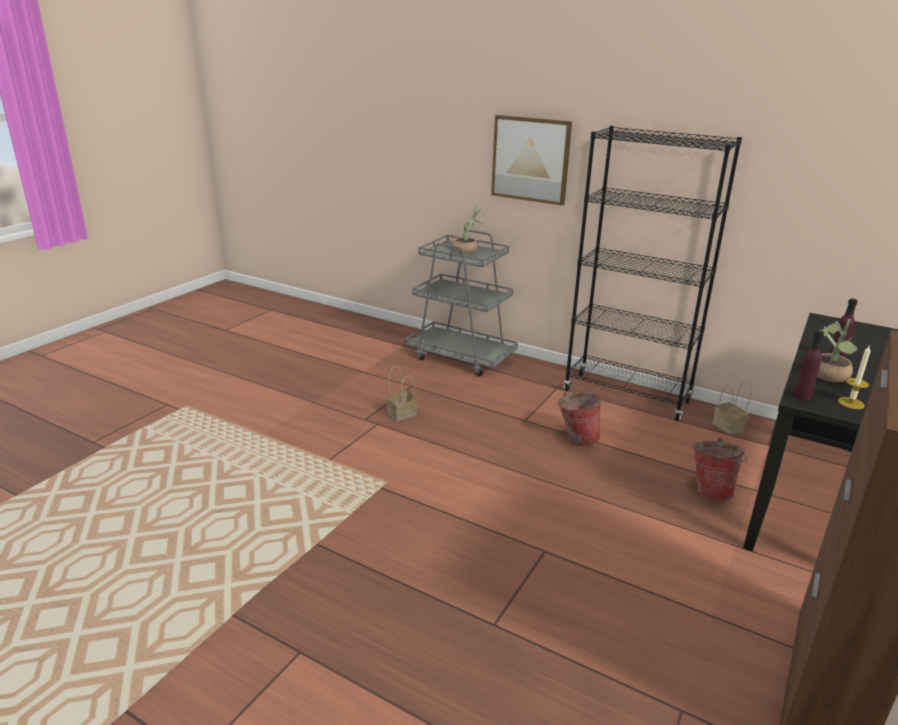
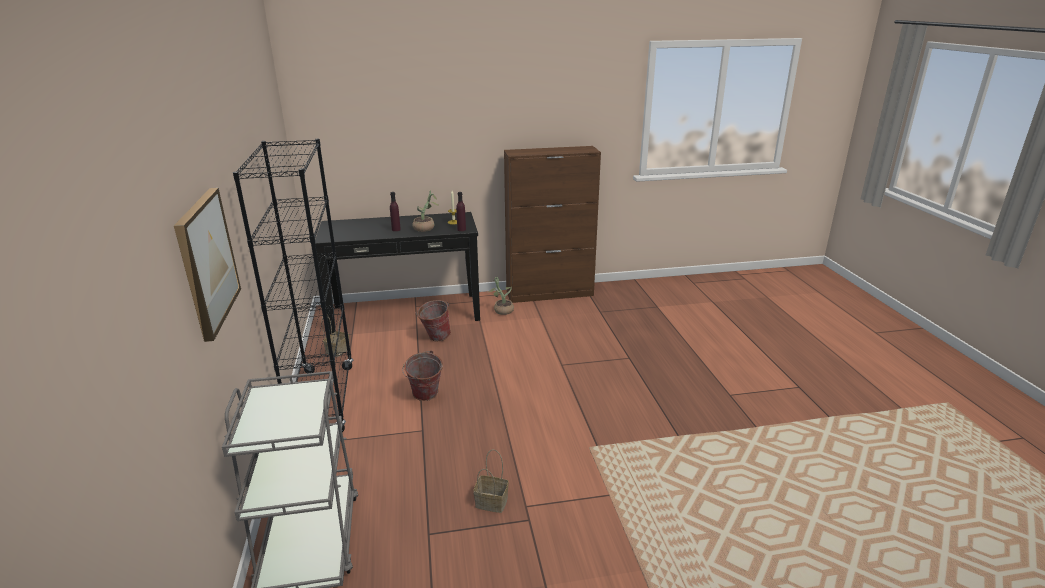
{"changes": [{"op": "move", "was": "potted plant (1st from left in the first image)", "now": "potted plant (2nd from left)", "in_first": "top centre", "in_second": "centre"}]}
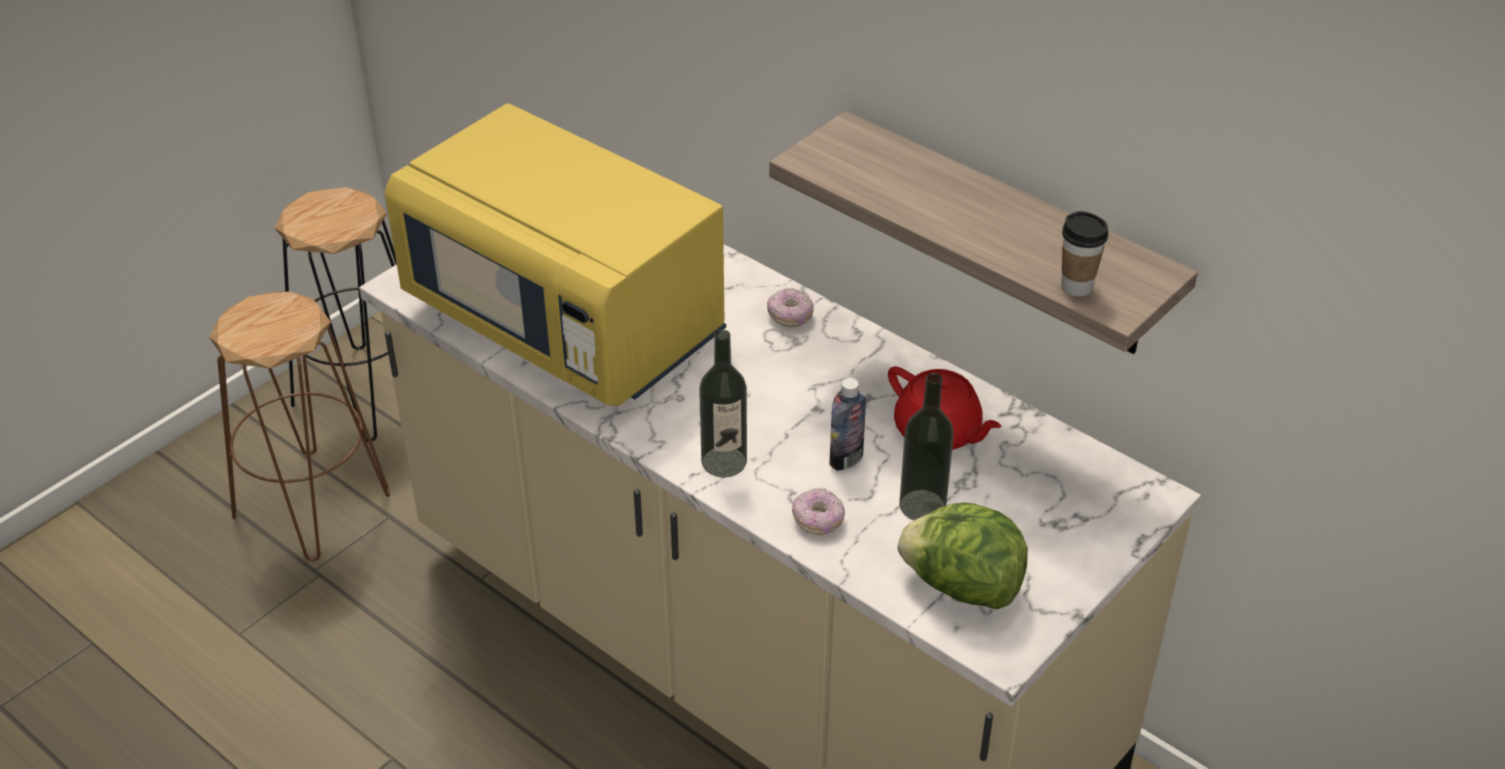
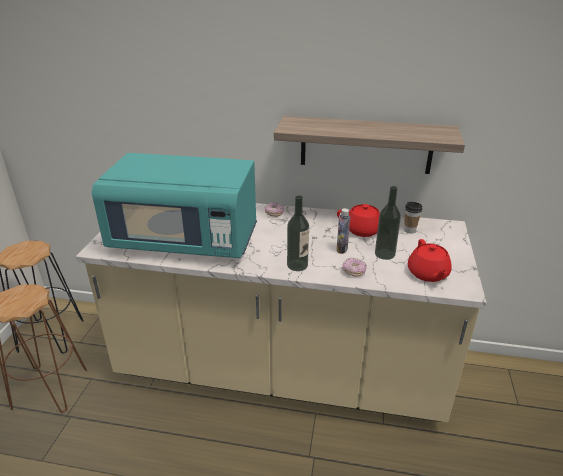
{"changes": [{"op": "recolor", "was": "yellow microwave", "now": "turquoise microwave", "in_first": "top centre", "in_second": "middle left"}, {"op": "replace", "was": "lettuce", "now": "red teapot (2nd from left)", "in_first": "bottom centre", "in_second": "middle right"}, {"op": "move", "was": "cup", "in_first": "top right", "in_second": "middle right"}]}
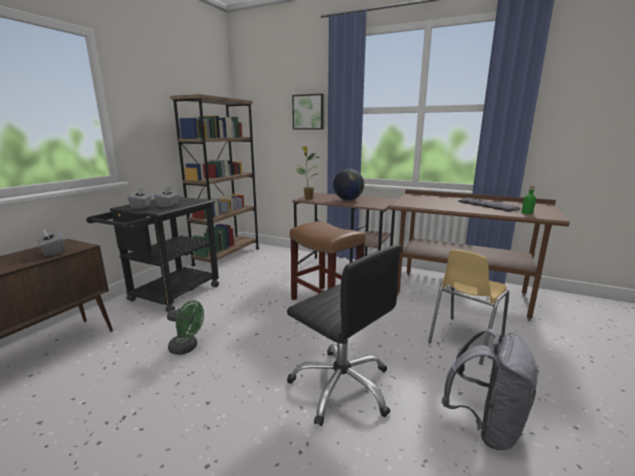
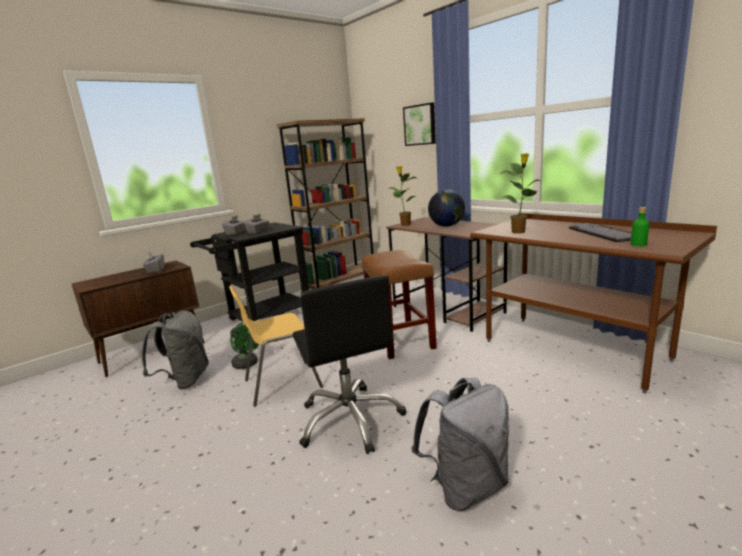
{"changes": [{"op": "move", "was": "yellow chair", "in_first": "middle right", "in_second": "centre"}, {"op": "insert", "now": "grey backpack (1st from left)", "in_second": "middle left"}, {"op": "insert", "now": "potted plant (2nd from left)", "in_second": "middle right"}]}
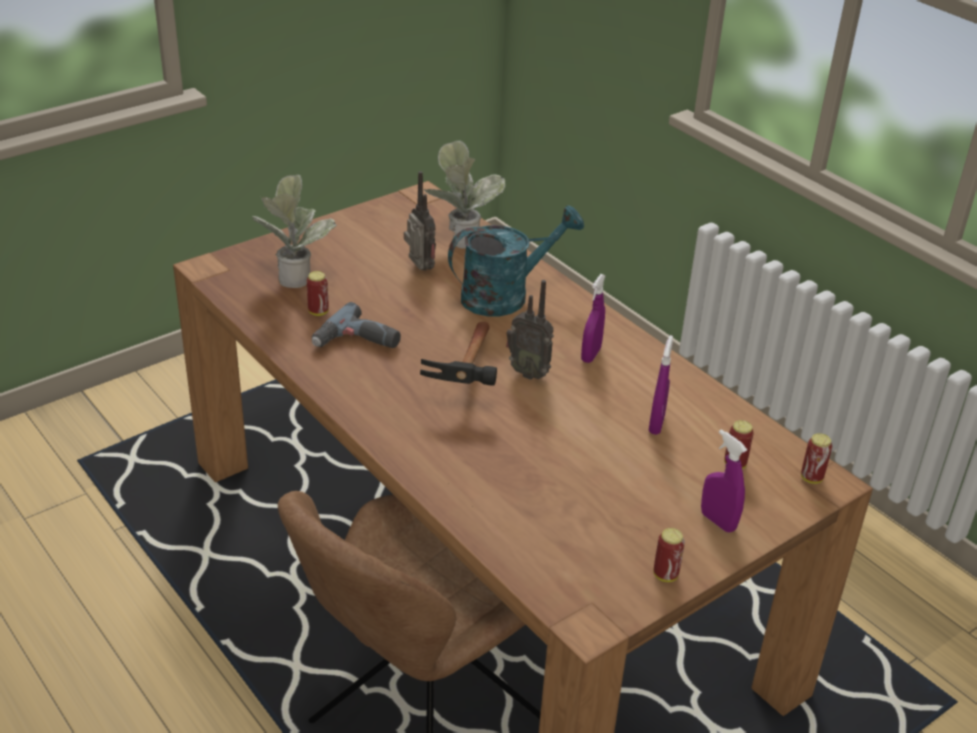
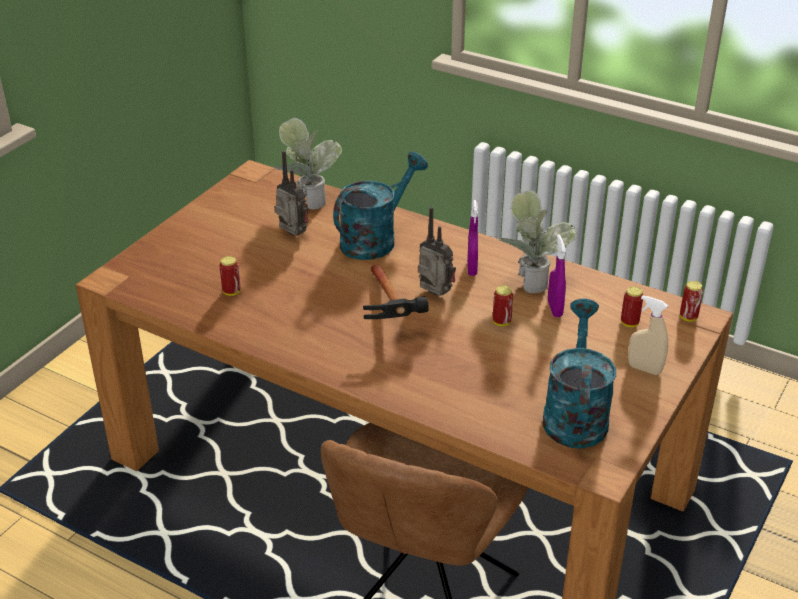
{"changes": [{"op": "move", "was": "potted plant (1st from left in the first image)", "now": "potted plant (2nd from left)", "in_first": "top left", "in_second": "middle right"}, {"op": "delete", "was": "power drill", "in_first": "centre"}, {"op": "rotate", "was": "radio (2nd from left)", "in_first": "centre", "in_second": "centre", "clockwise": -150}, {"op": "move", "was": "can (2nd from left)", "in_first": "bottom right", "in_second": "centre"}, {"op": "recolor", "was": "purple spray bottle (3rd from left)", "now": "beige spray bottle", "in_first": "middle right", "in_second": "middle right"}, {"op": "insert", "now": "turquoise watering can (2nd from left)", "in_second": "middle right"}]}
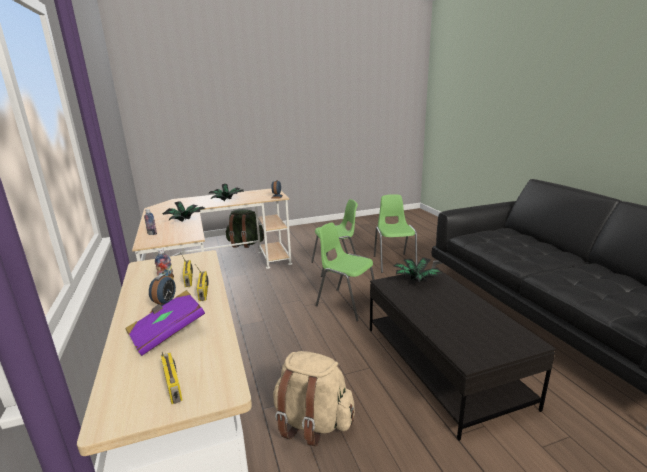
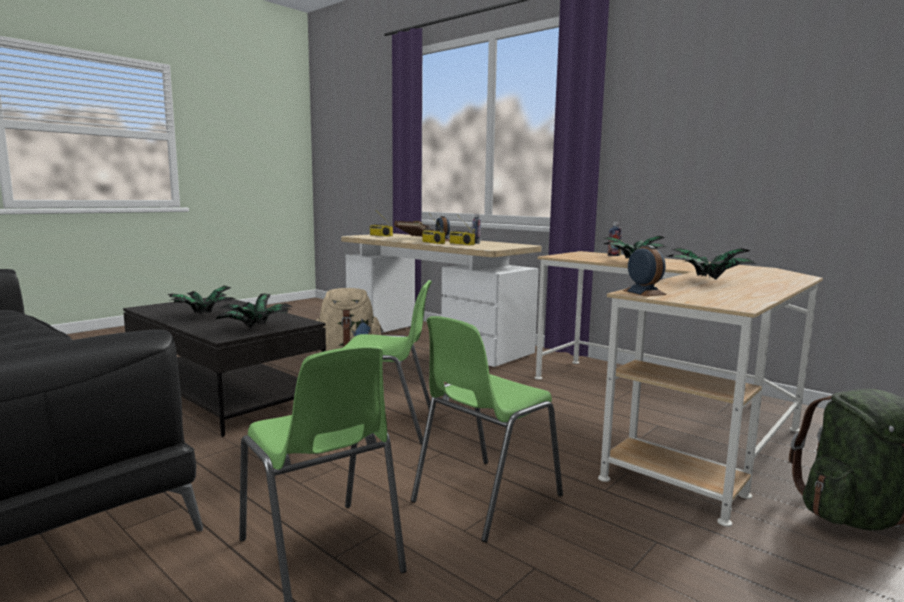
{"changes": [{"op": "recolor", "was": "purple book", "now": "brown book", "in_first": "bottom left", "in_second": "centre"}, {"op": "insert", "now": "potted plant (1st from left)", "in_second": "middle left"}]}
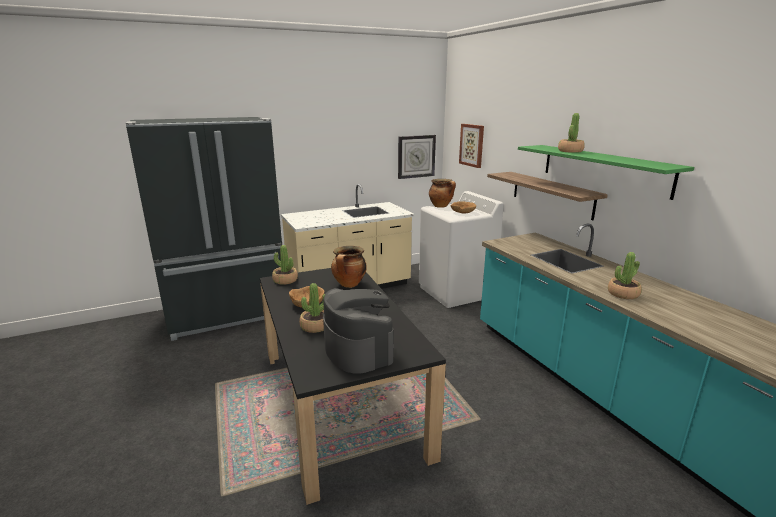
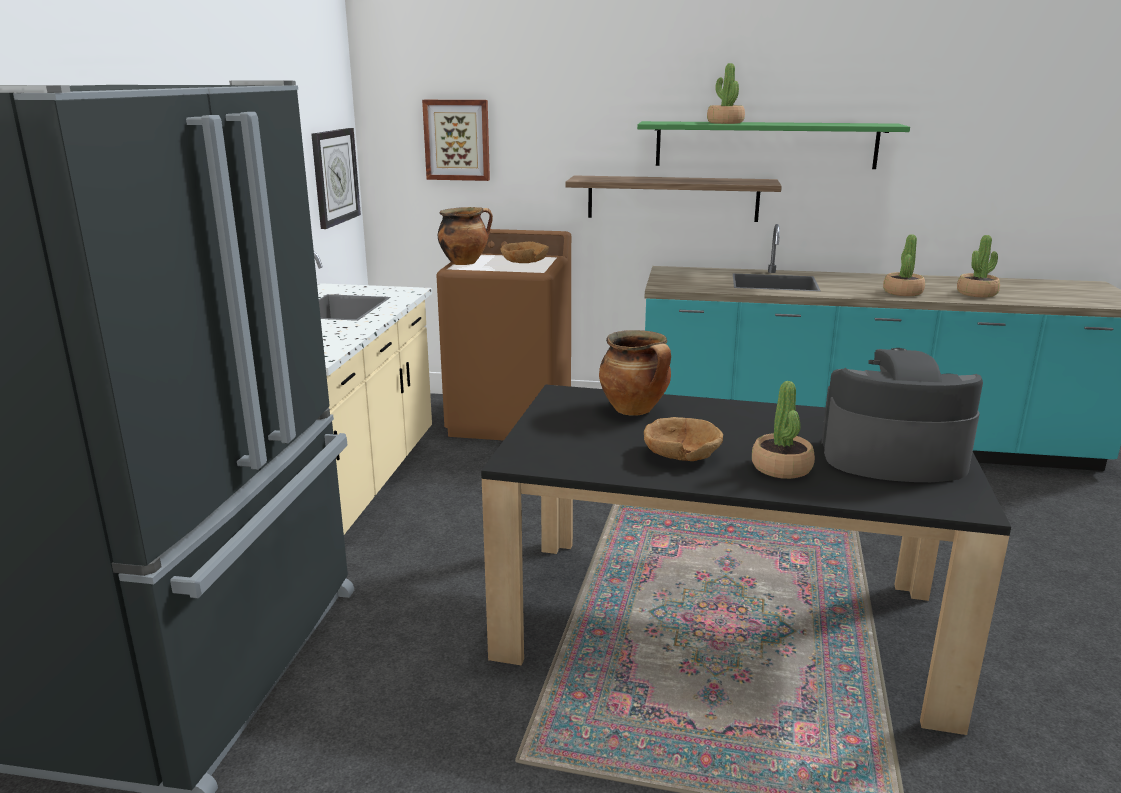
{"changes": [{"op": "move", "was": "potted plant (1st from left in the first image)", "now": "potted plant (4th from left)", "in_first": "centre", "in_second": "middle right"}, {"op": "recolor", "was": "white washing machine", "now": "brown washing machine", "in_first": "centre", "in_second": "centre"}]}
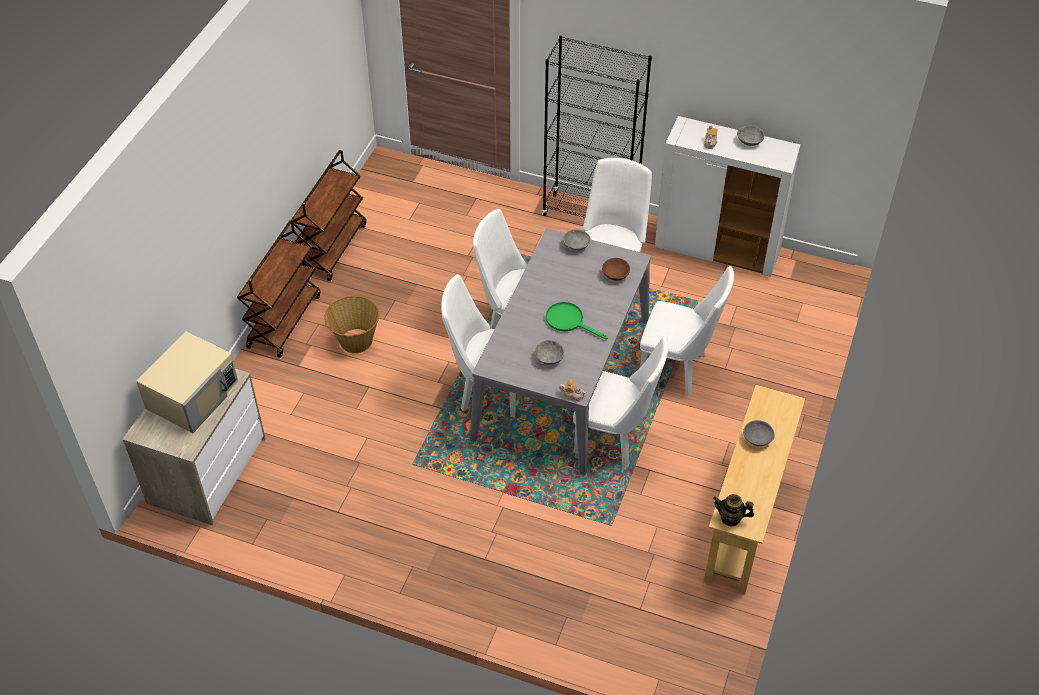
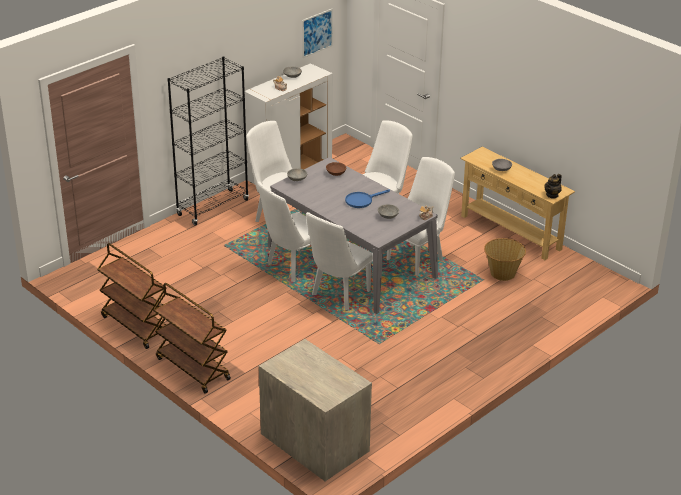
{"changes": [{"op": "delete", "was": "beige microwave", "in_first": "middle left"}, {"op": "move", "was": "basket", "in_first": "centre", "in_second": "middle right"}, {"op": "recolor", "was": "green frying pan", "now": "blue frying pan", "in_first": "centre", "in_second": "centre"}, {"op": "insert", "now": "picture", "in_second": "top centre"}]}
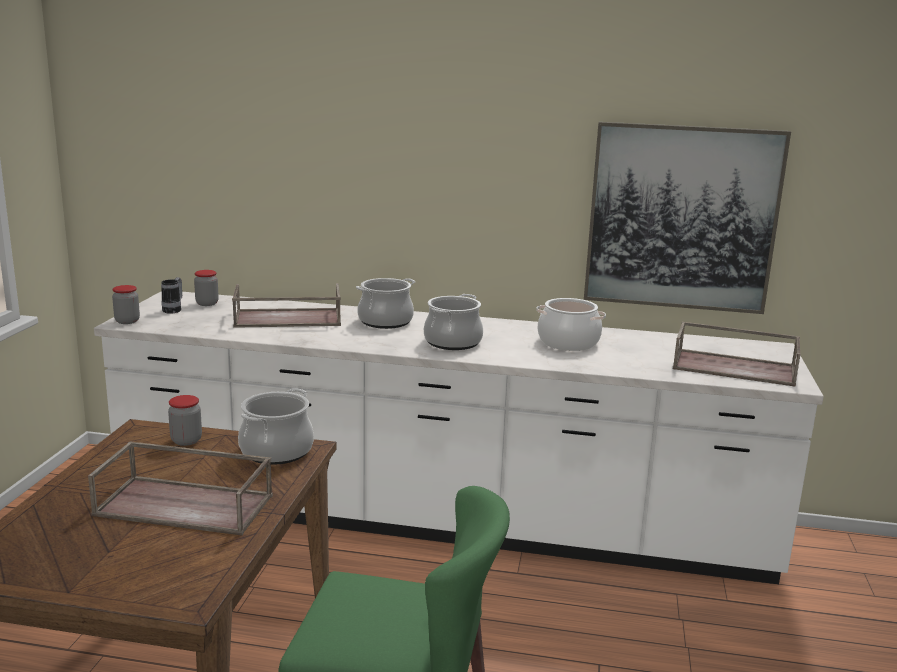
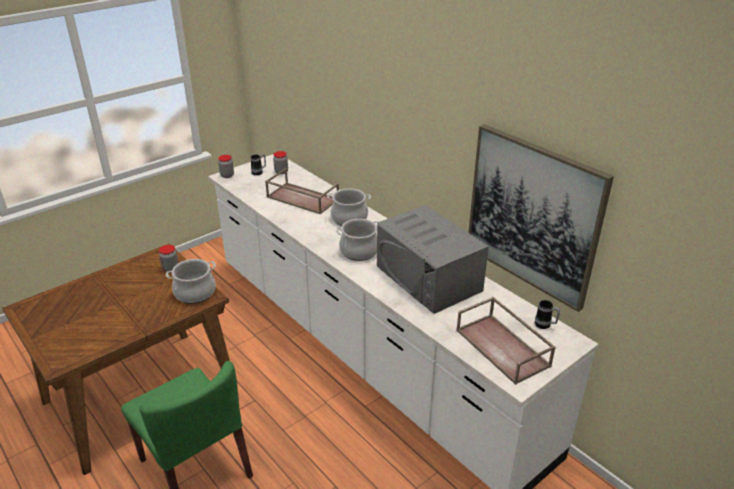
{"changes": [{"op": "delete", "was": "brown tray (1st from left)", "in_first": "bottom left"}, {"op": "replace", "was": "cooking pot (4th from left)", "now": "grey microwave", "in_first": "centre", "in_second": "centre"}, {"op": "insert", "now": "mug (2nd from left)", "in_second": "middle right"}]}
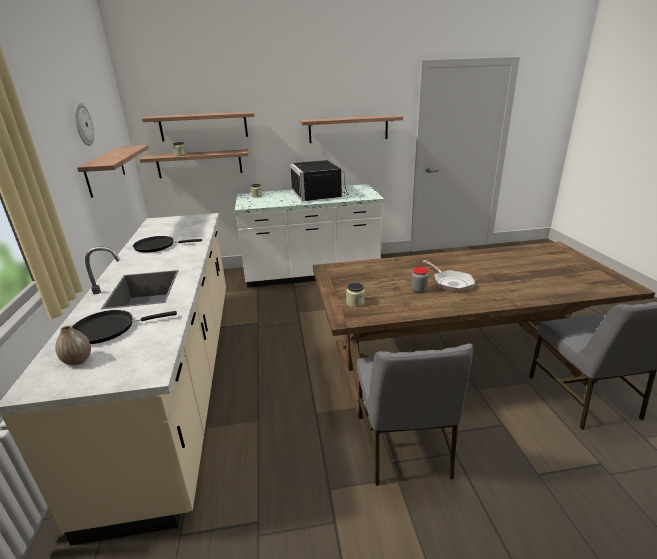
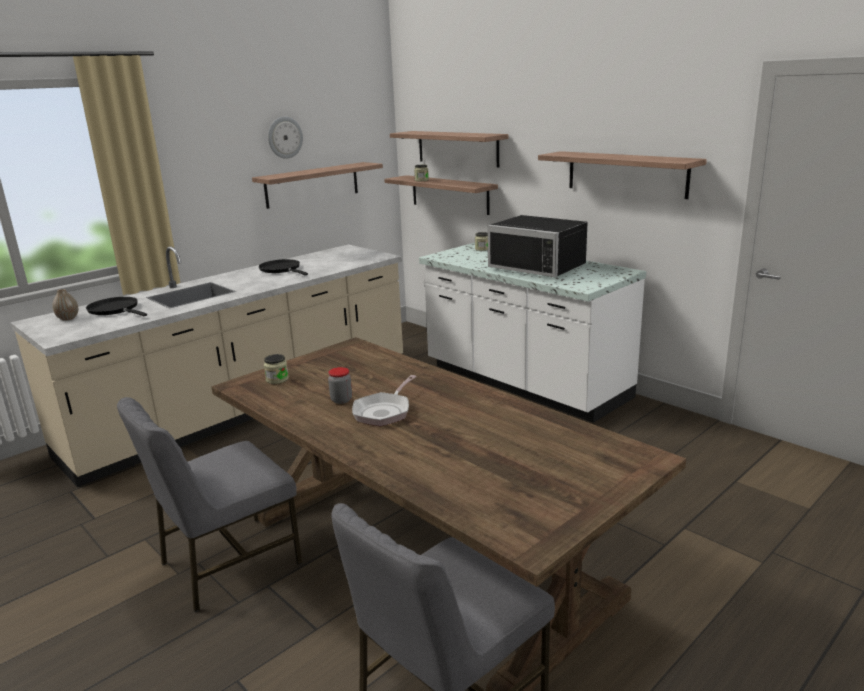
{"changes": [{"op": "rotate", "was": "black microwave", "in_first": "top centre", "in_second": "centre", "clockwise": -90}]}
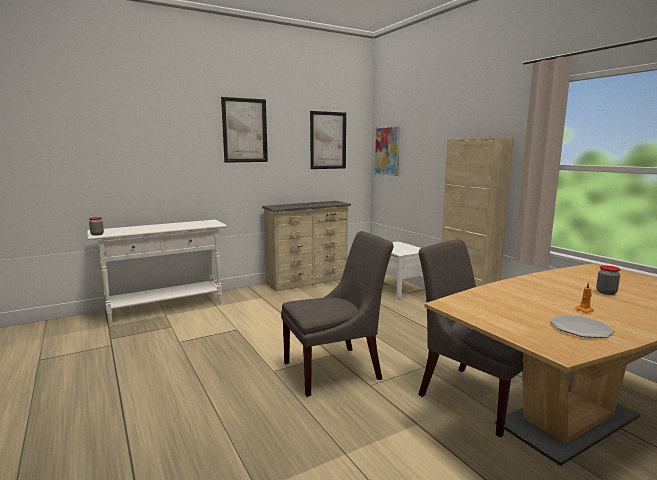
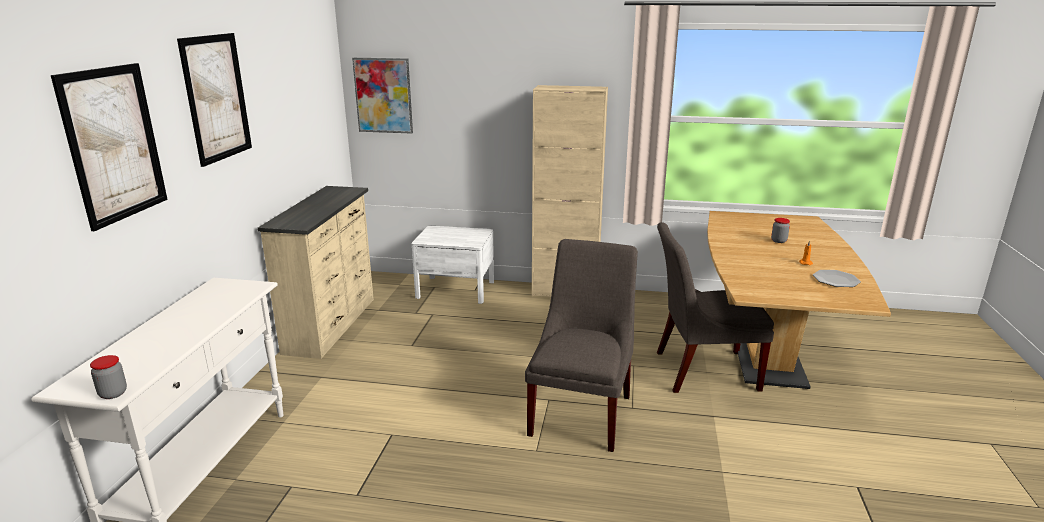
{"changes": [{"op": "move", "was": "picture (2nd from left in the first image)", "now": "picture (1st from left)", "in_first": "top centre", "in_second": "top left"}]}
